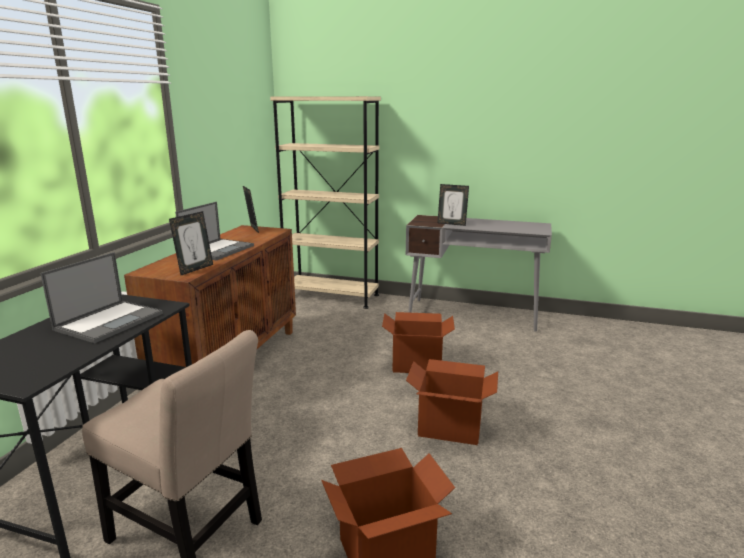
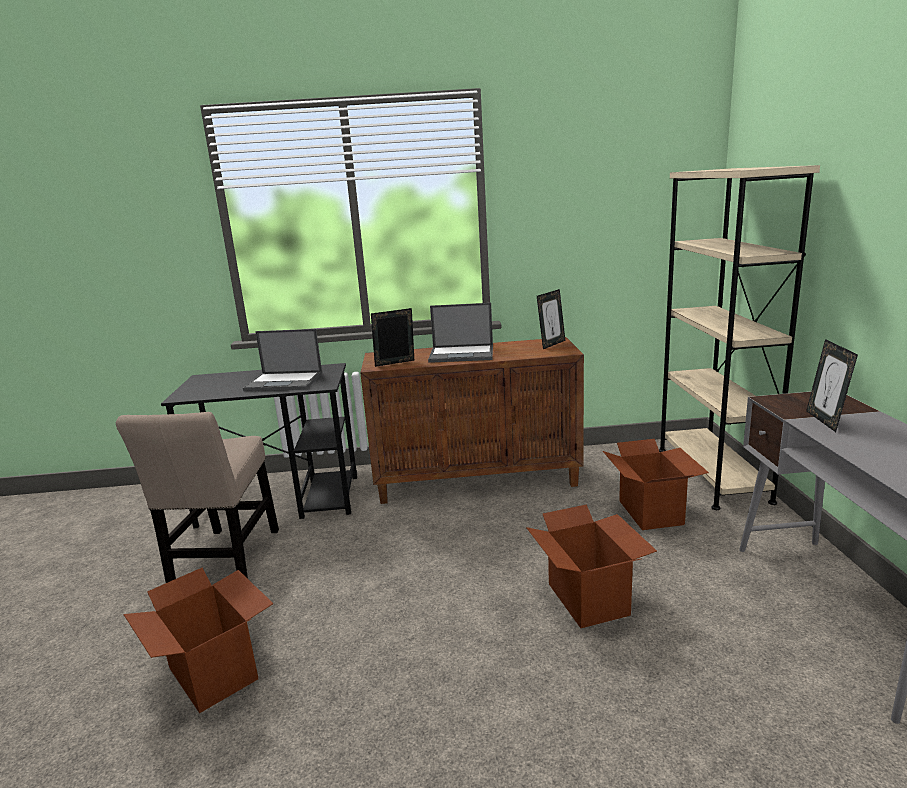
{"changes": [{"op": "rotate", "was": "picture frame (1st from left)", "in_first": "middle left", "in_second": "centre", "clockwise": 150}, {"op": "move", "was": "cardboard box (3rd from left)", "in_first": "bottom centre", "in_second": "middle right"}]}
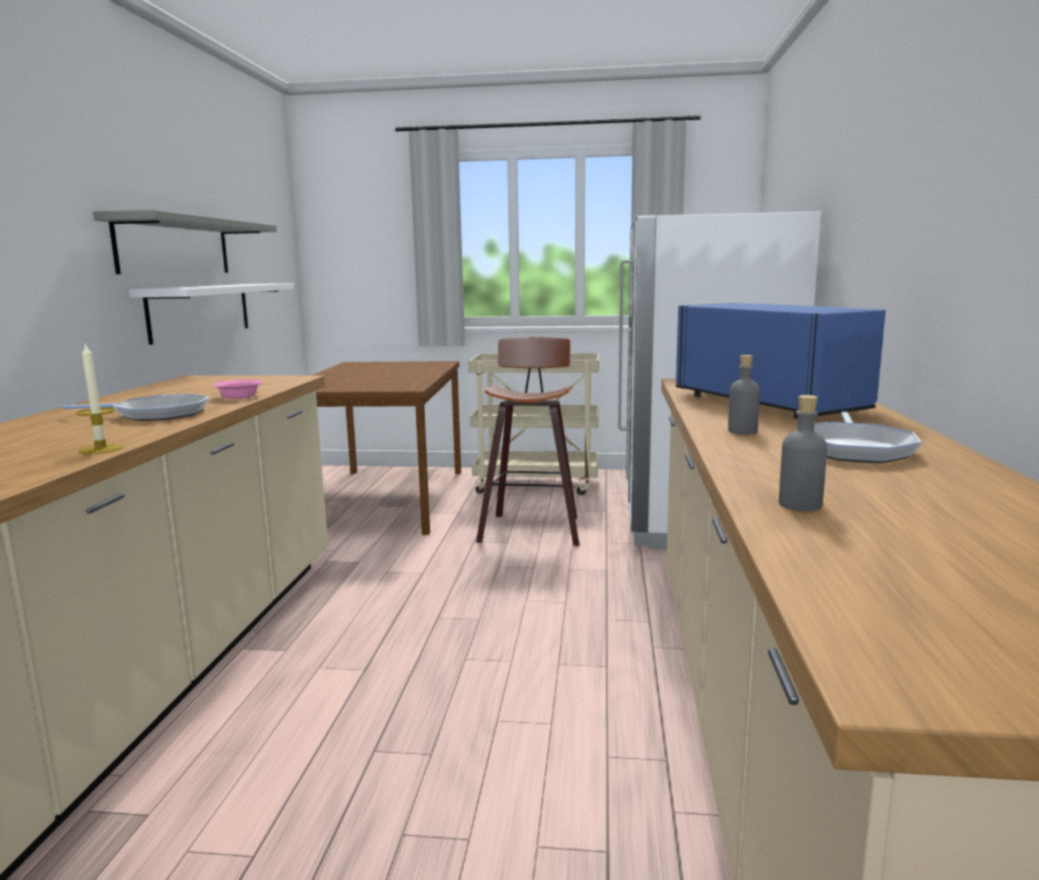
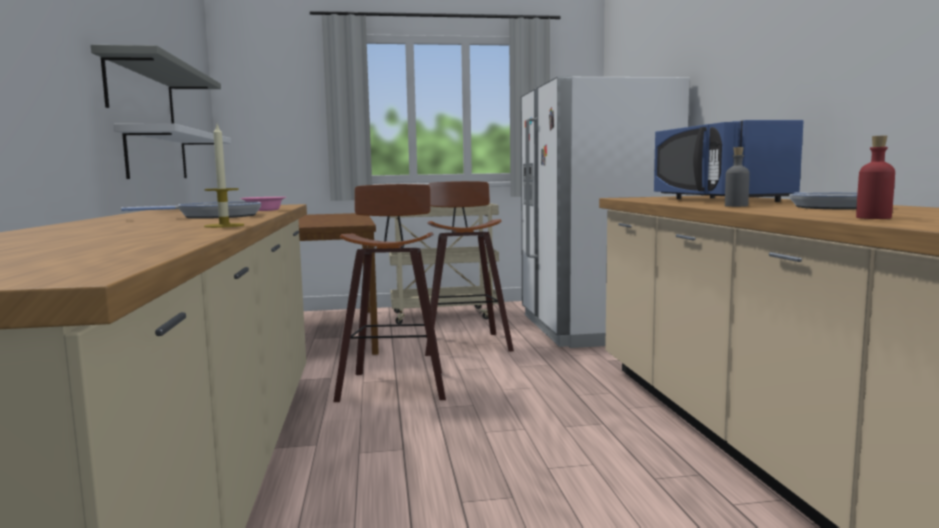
{"changes": [{"op": "rotate", "was": "blue microwave", "in_first": "middle right", "in_second": "top right", "clockwise": -150}, {"op": "recolor", "was": "grey bottle (2nd from left)", "now": "red bottle", "in_first": "middle right", "in_second": "middle right"}, {"op": "insert", "now": "stool (1st from left)", "in_second": "centre"}]}
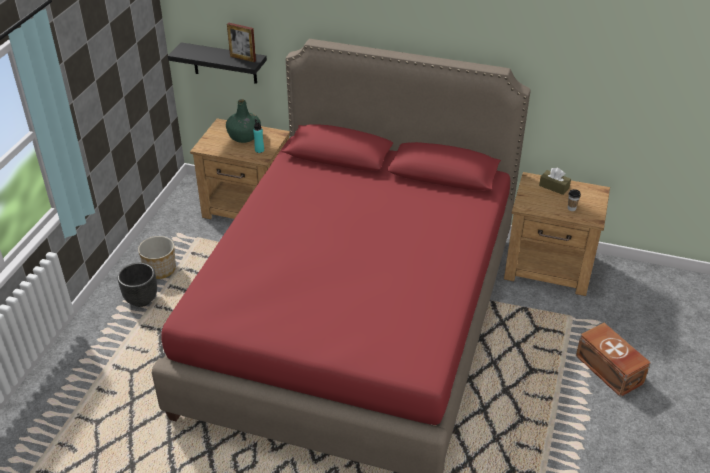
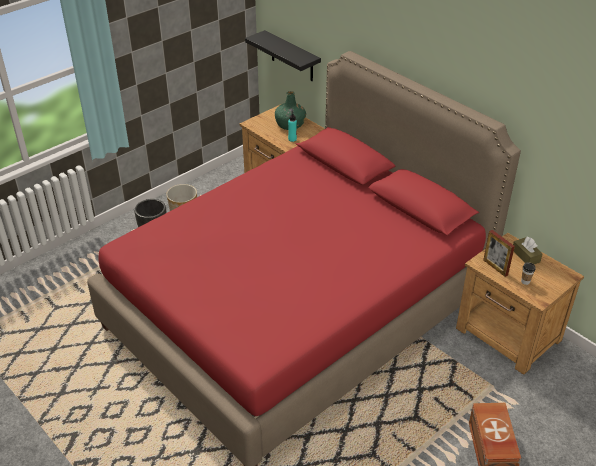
{"changes": [{"op": "move", "was": "picture frame", "in_first": "top centre", "in_second": "middle right"}]}
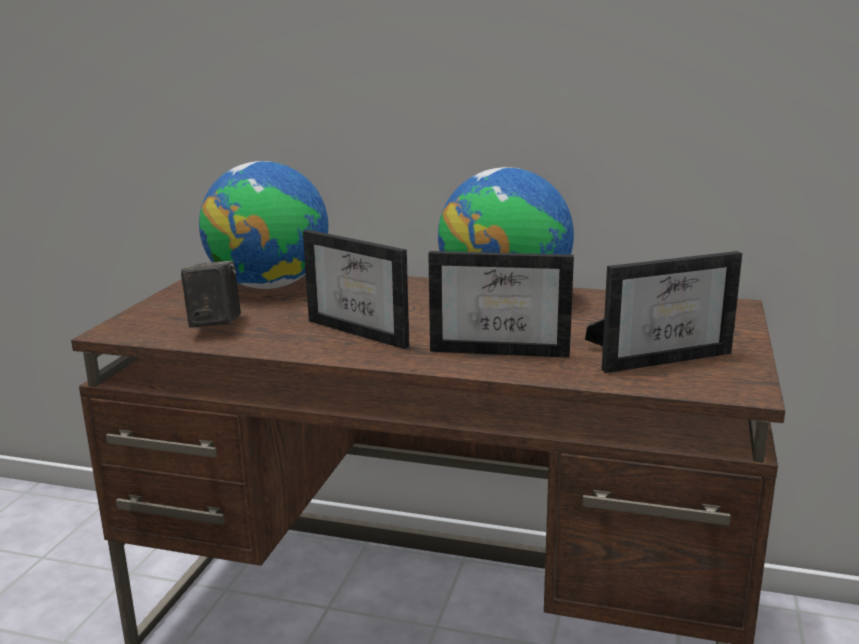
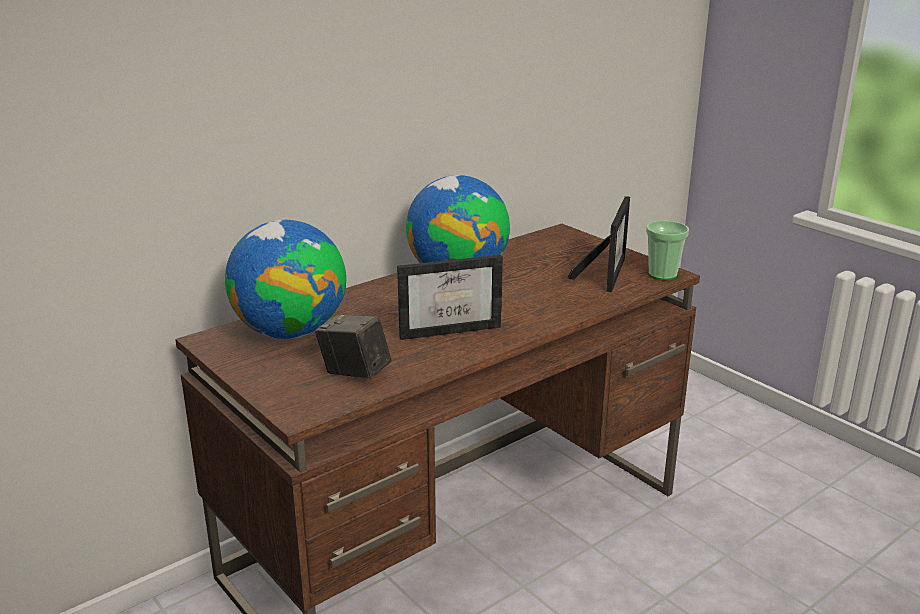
{"changes": [{"op": "delete", "was": "picture frame (2nd from left)", "in_first": "centre"}, {"op": "insert", "now": "cup", "in_second": "middle right"}]}
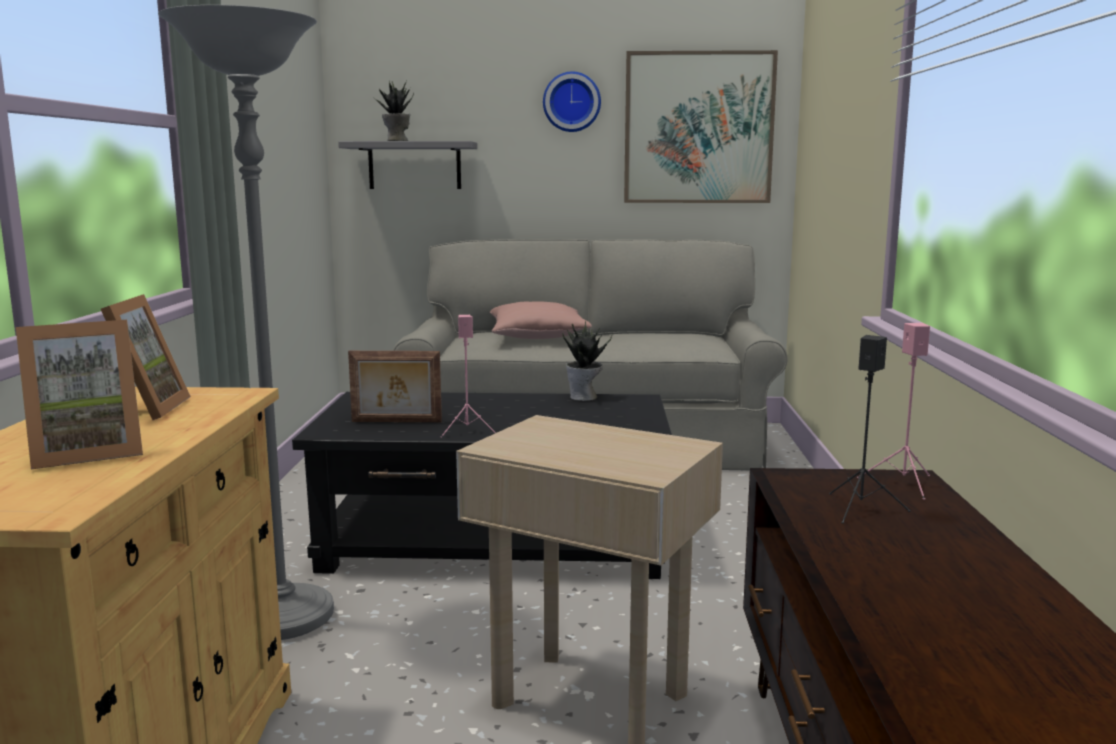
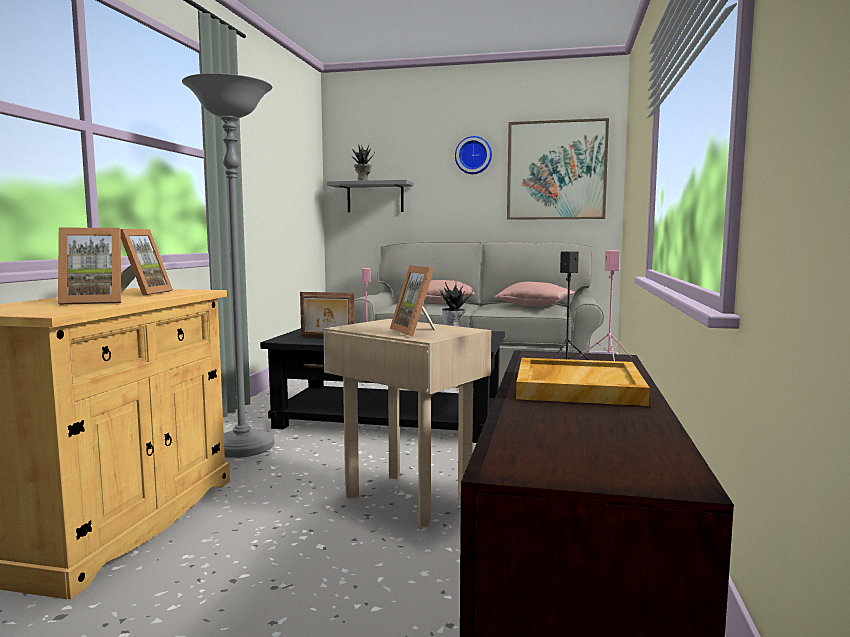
{"changes": [{"op": "insert", "now": "picture frame (4th from left)", "in_second": "centre"}, {"op": "insert", "now": "pink pillow (2nd from left)", "in_second": "centre"}, {"op": "insert", "now": "beige tray", "in_second": "middle right"}]}
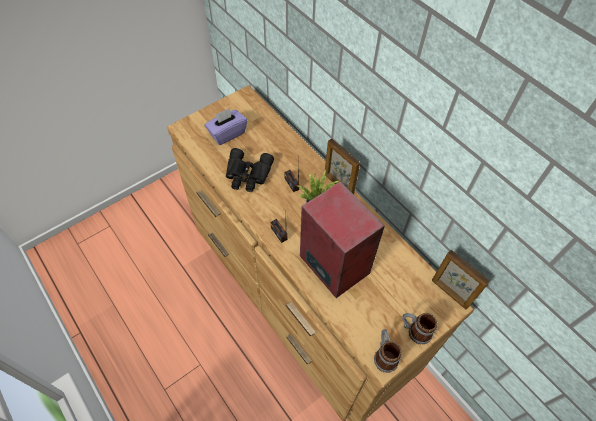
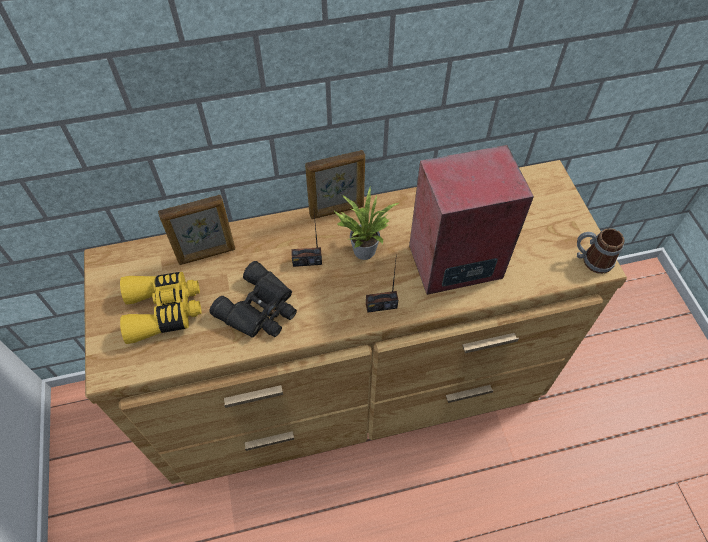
{"changes": [{"op": "replace", "was": "purple tissue box", "now": "yellow binoculars", "in_first": "top centre", "in_second": "middle left"}, {"op": "delete", "was": "mug (2nd from left)", "in_first": "bottom right"}, {"op": "move", "was": "picture frame (2nd from left in the first image)", "now": "picture frame (1st from left)", "in_first": "middle right", "in_second": "middle left"}]}
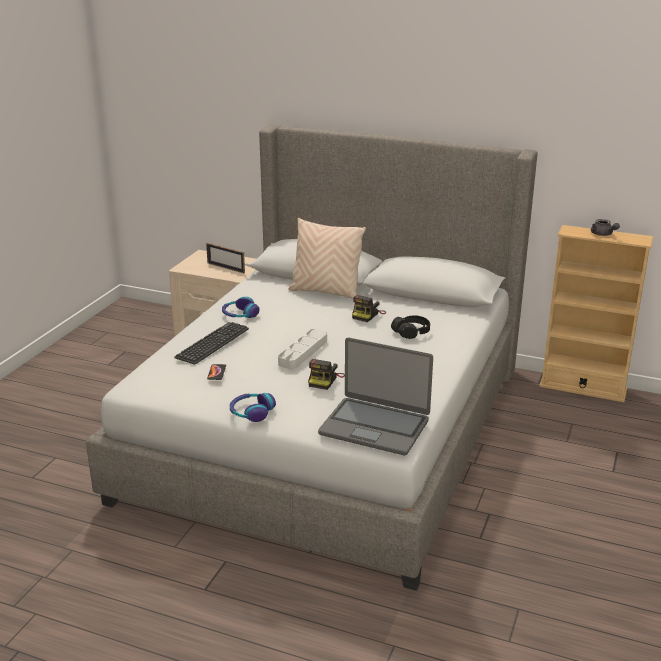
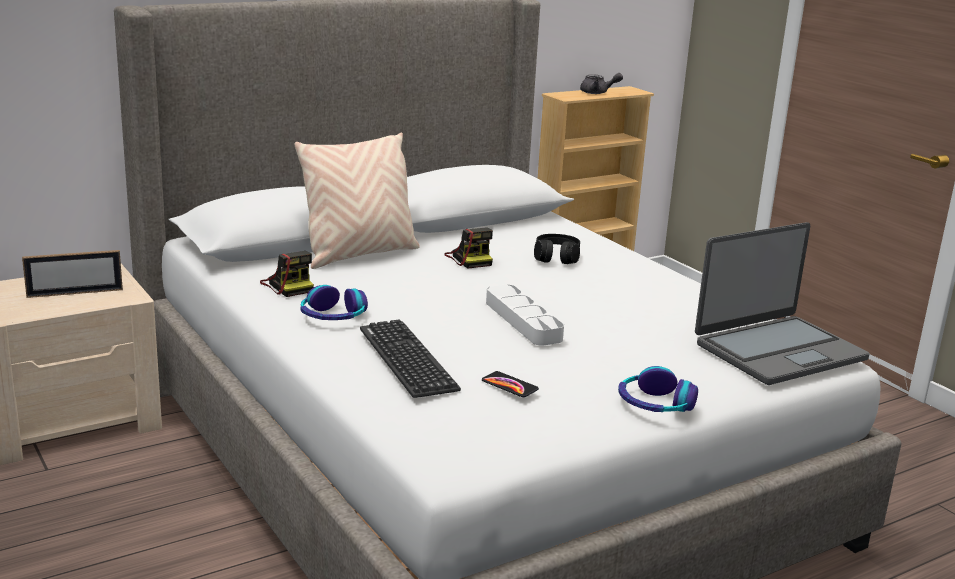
{"changes": [{"op": "move", "was": "photo camera (1st from left)", "in_first": "centre", "in_second": "middle left"}]}
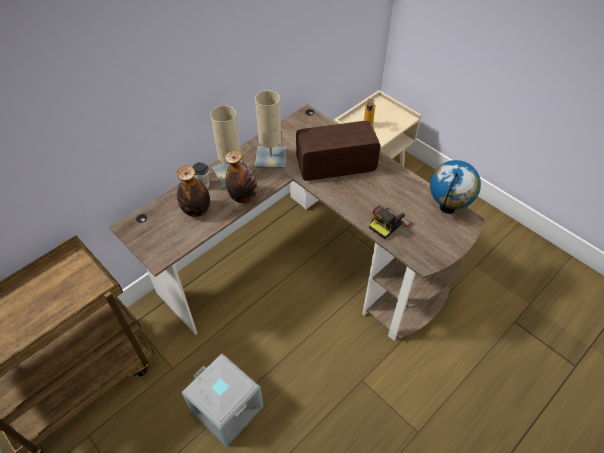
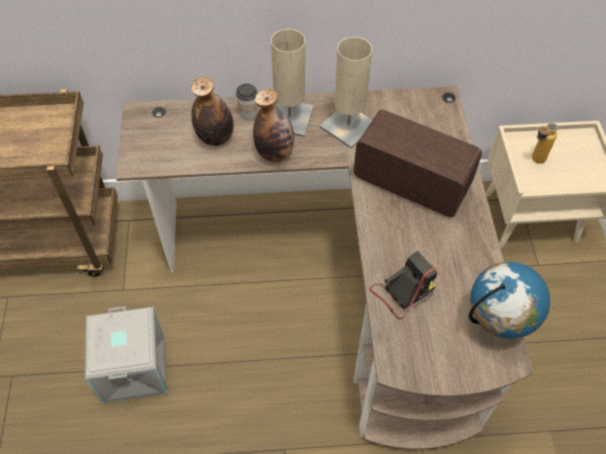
{"changes": [{"op": "rotate", "was": "photo camera", "in_first": "centre", "in_second": "middle right", "clockwise": 150}]}
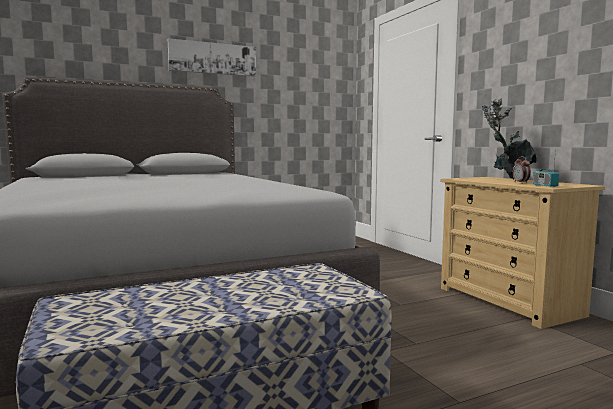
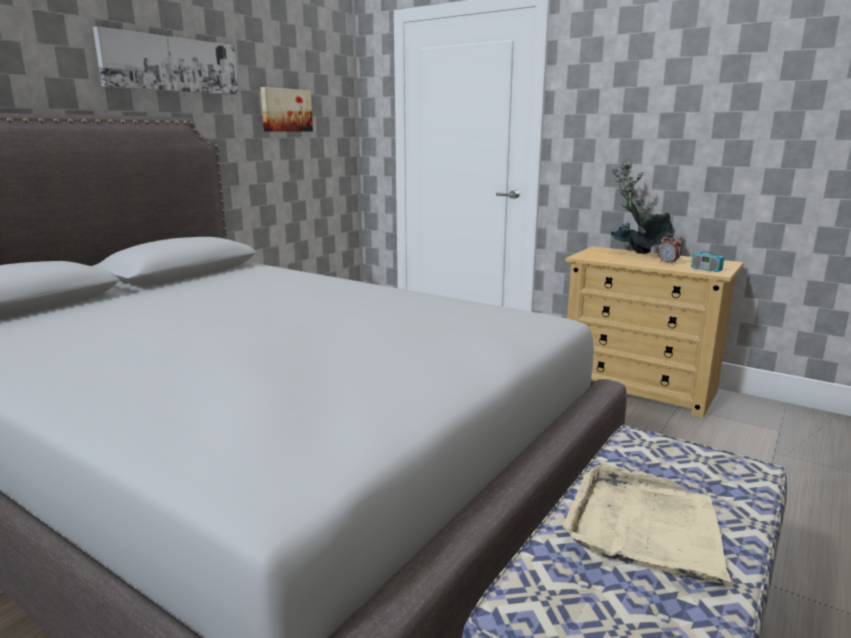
{"changes": [{"op": "insert", "now": "picture (2nd from left)", "in_second": "top centre"}, {"op": "insert", "now": "beige tray", "in_second": "bottom right"}]}
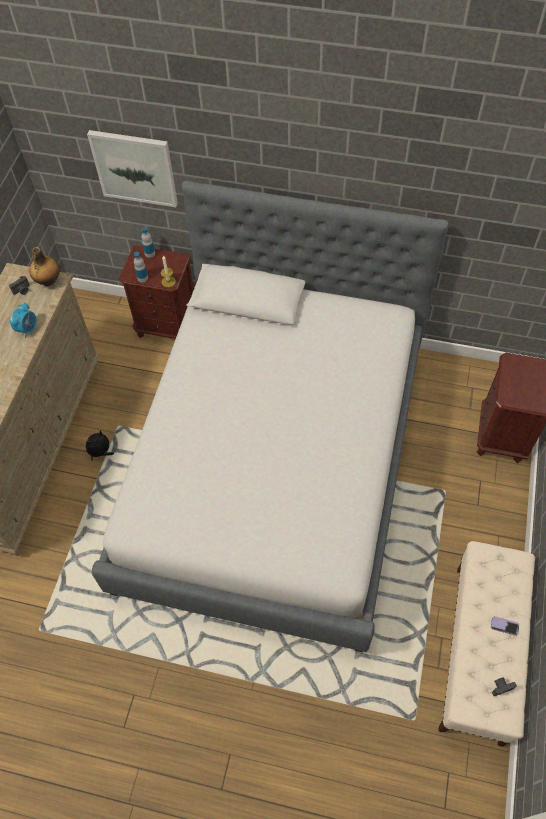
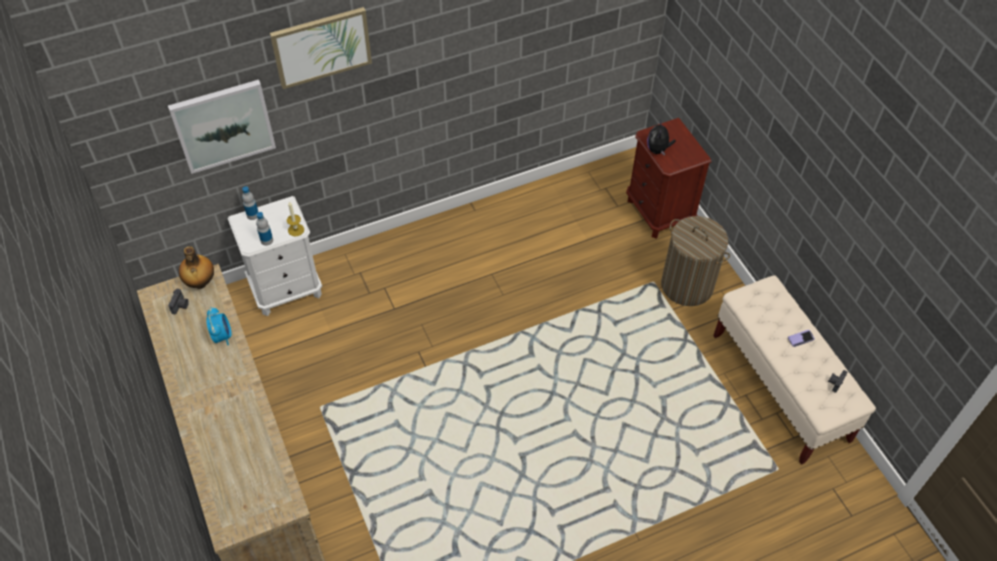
{"changes": [{"op": "move", "was": "plush toy", "in_first": "middle left", "in_second": "top centre"}, {"op": "delete", "was": "bed", "in_first": "centre"}, {"op": "recolor", "was": "brown nightstand (1st from left)", "now": "white nightstand", "in_first": "middle left", "in_second": "middle left"}, {"op": "insert", "now": "picture (2nd from left)", "in_second": "top left"}, {"op": "insert", "now": "laundry basket", "in_second": "middle right"}]}
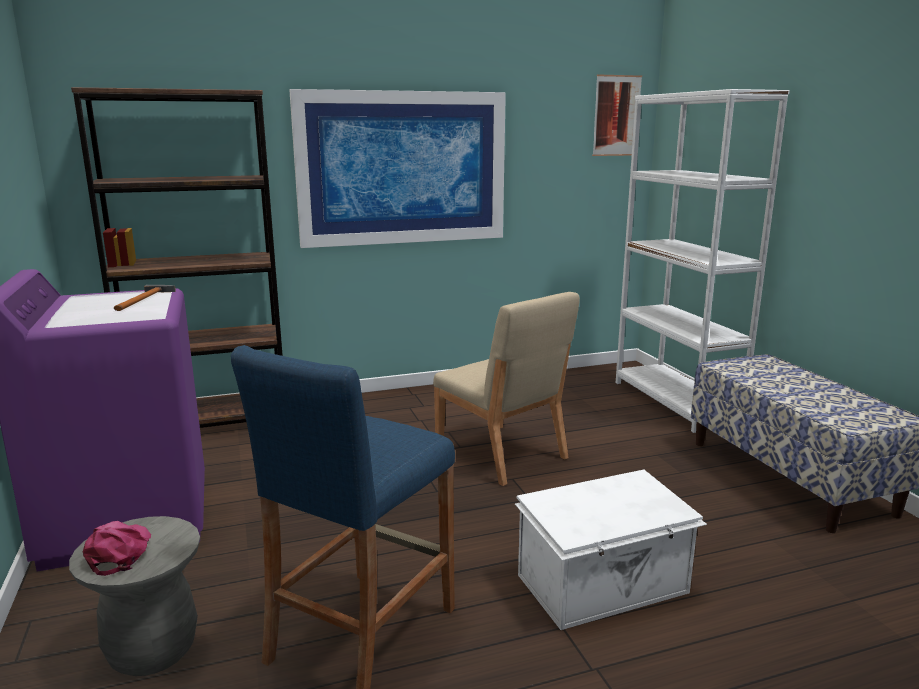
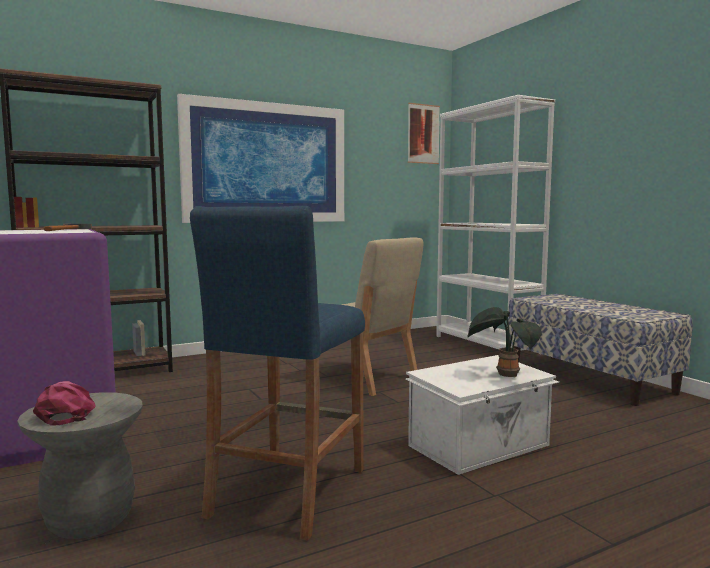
{"changes": [{"op": "insert", "now": "potted plant", "in_second": "middle right"}]}
